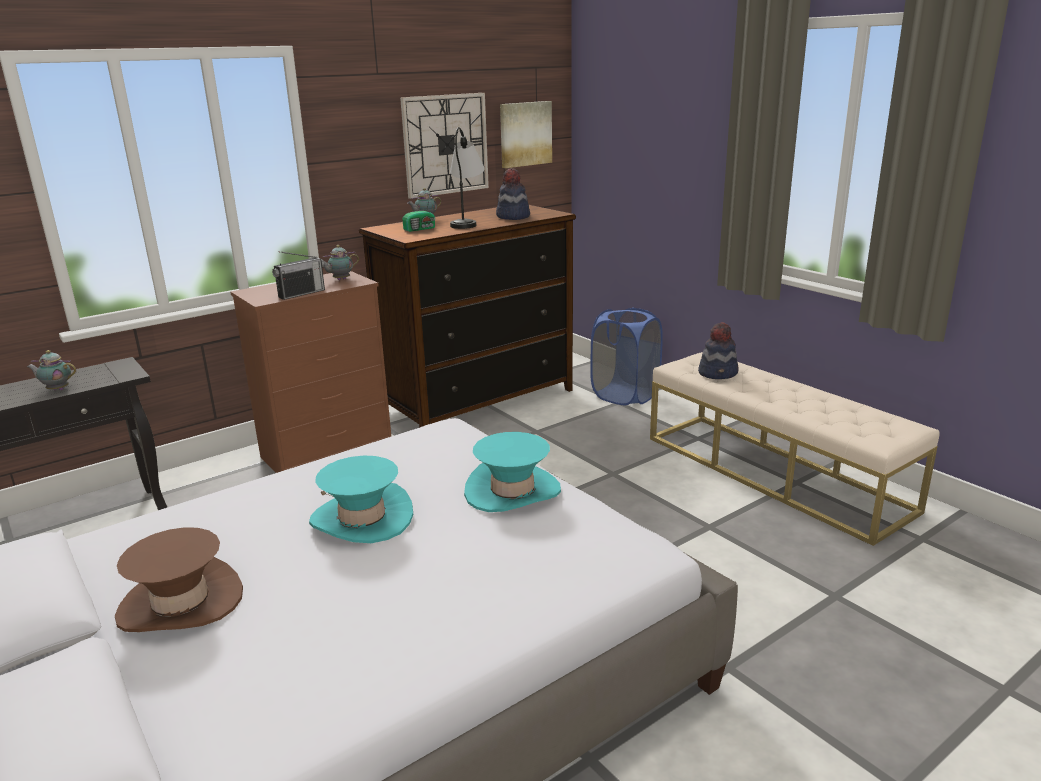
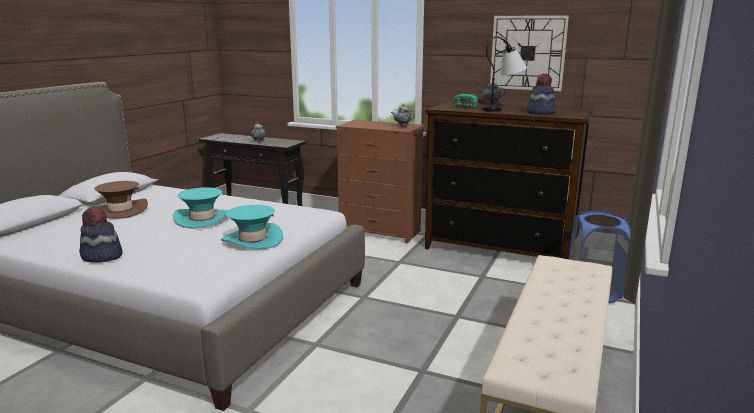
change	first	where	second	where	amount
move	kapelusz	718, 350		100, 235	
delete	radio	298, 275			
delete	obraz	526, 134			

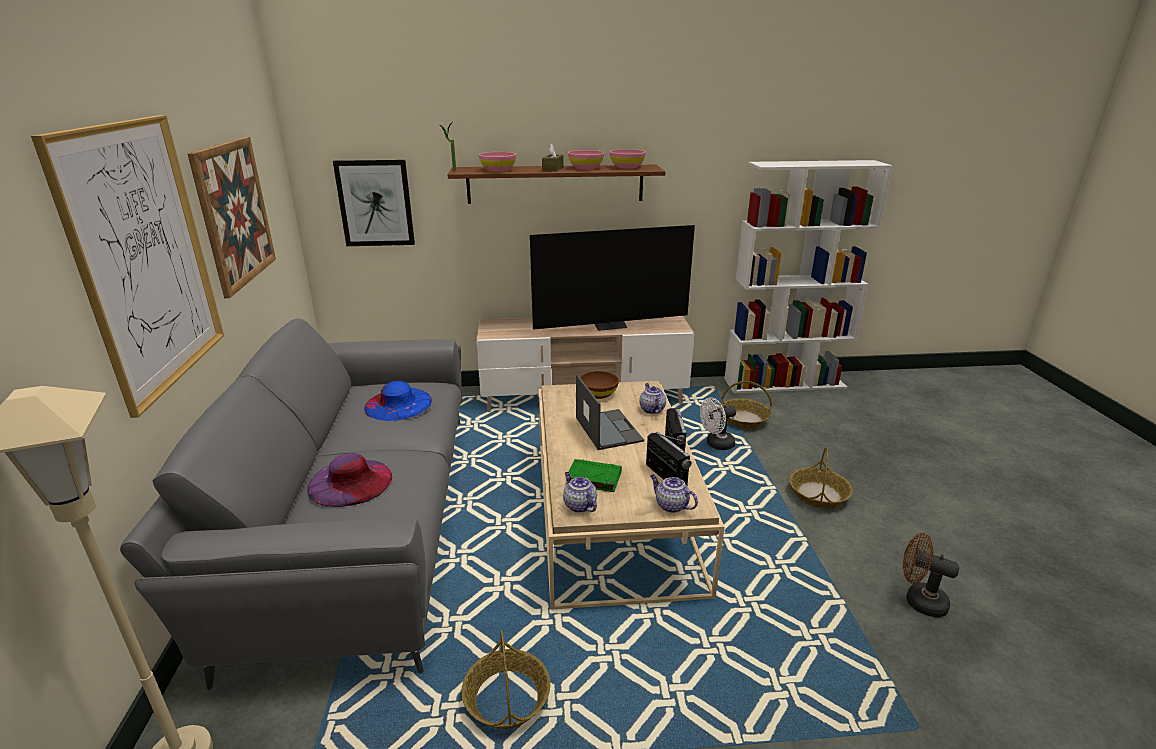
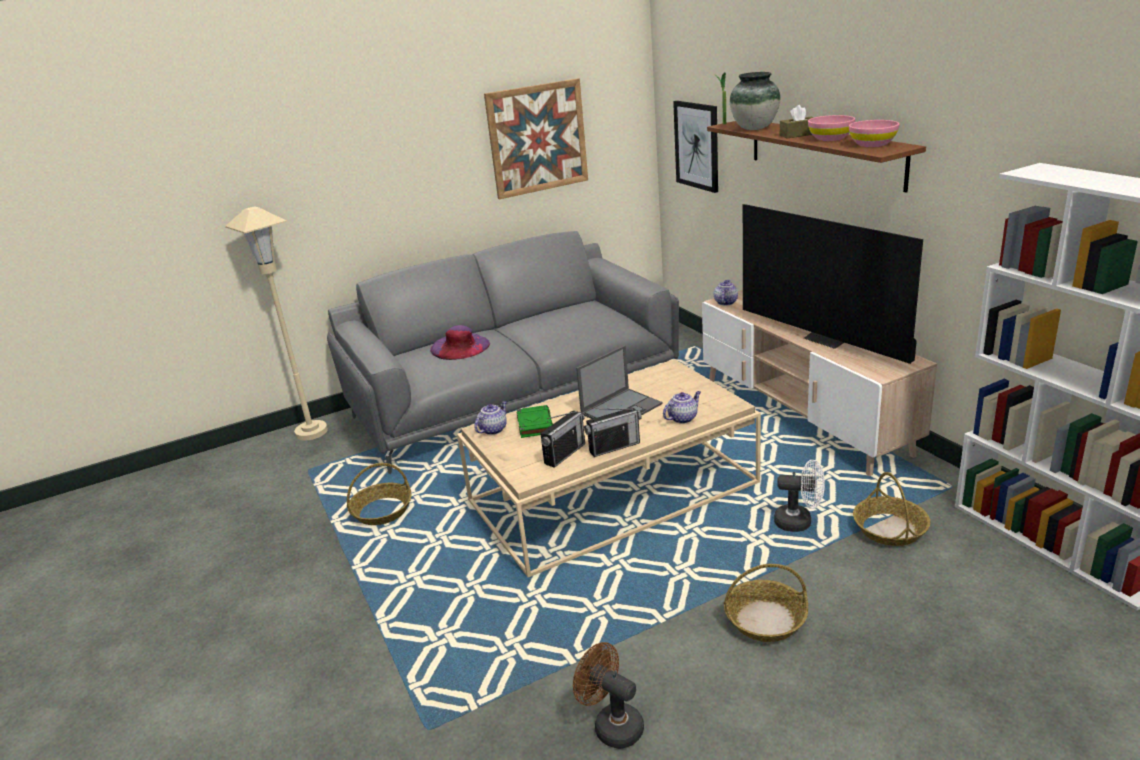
change	first	where	second	where	amount
rotate	wentylator (brązowy)	931, 575		608, 695	60 degrees counterclockwise
move	imbryk	674, 494		726, 292	
replace	miska (różowy)	497, 162	wazon	755, 101	
rotate	wentylator (biały)	718, 423		799, 496	150 degrees clockwise
delete	obraz	127, 266			
delete	kapelusz (niebieski)	398, 401			
delete	miska (brązowy)	599, 385			

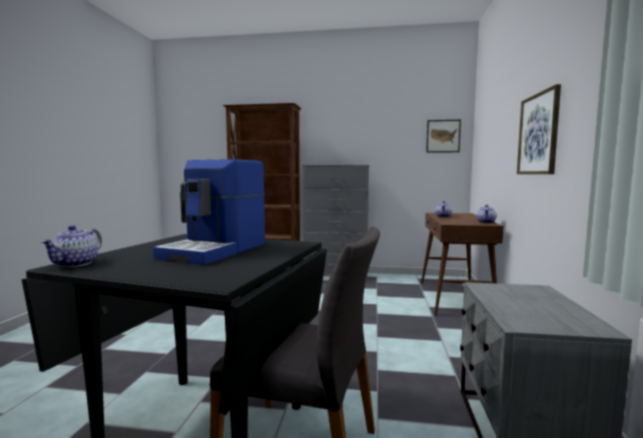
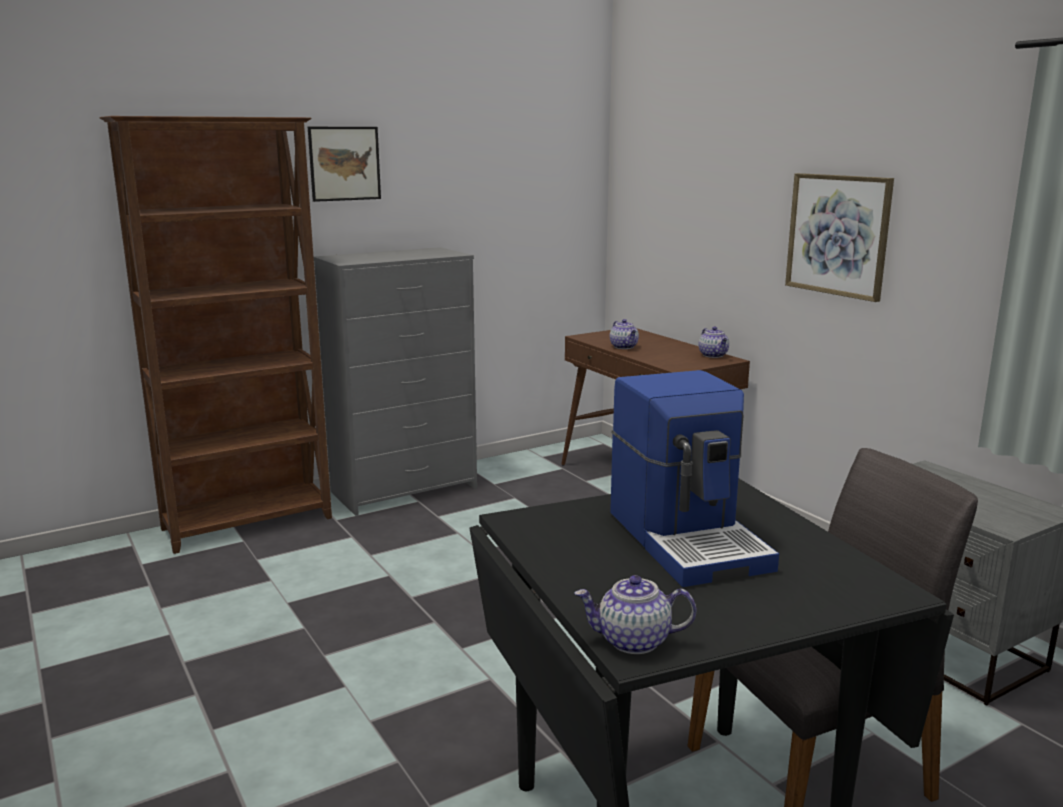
change	first	where	second	where	amount
move	obraz	443, 136		344, 164	
rotate	imbryk	71, 246		635, 614	120 degrees clockwise

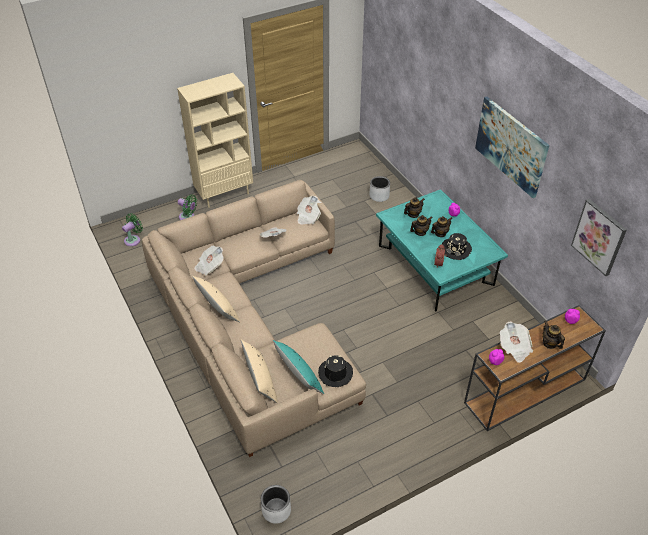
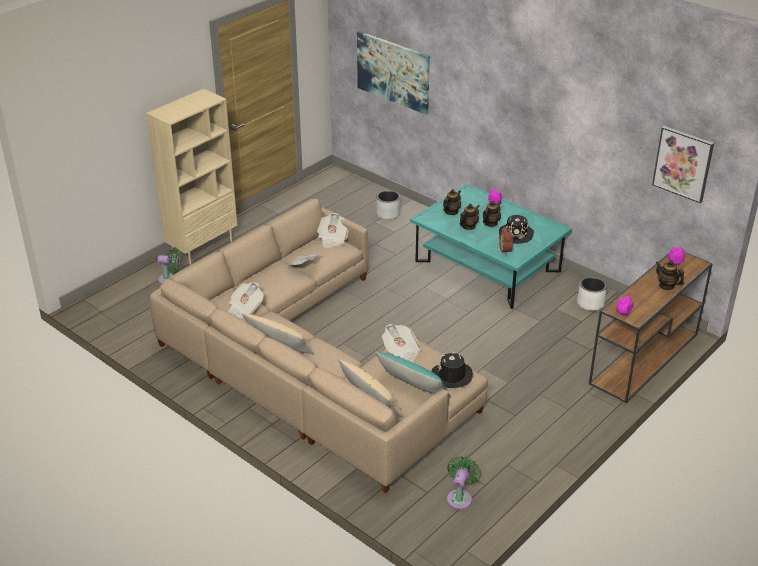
change	first	where	second	where	amount
move	obraz	512, 147		393, 73	
move	gazeta	516, 342		401, 343	
move	wentylator (zielony)	132, 230		464, 483	
move	donica (biały)	276, 504		592, 293	

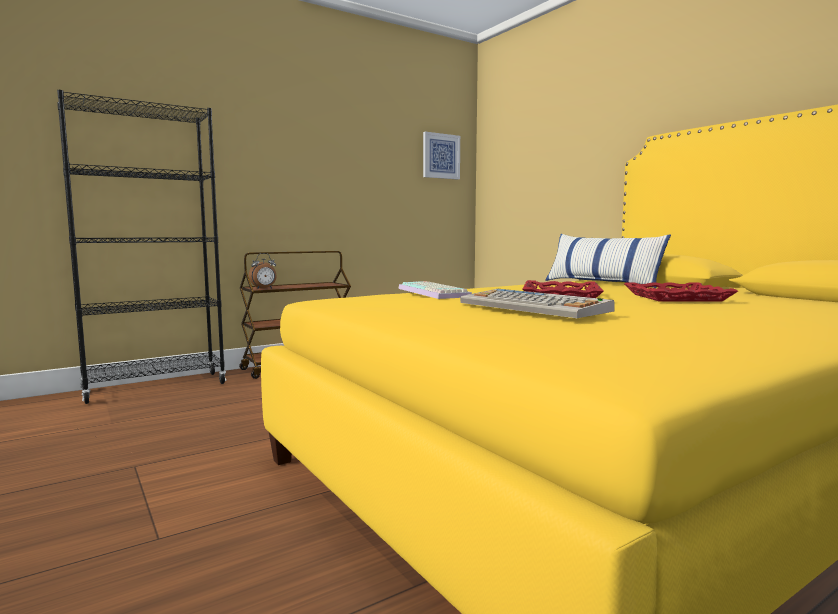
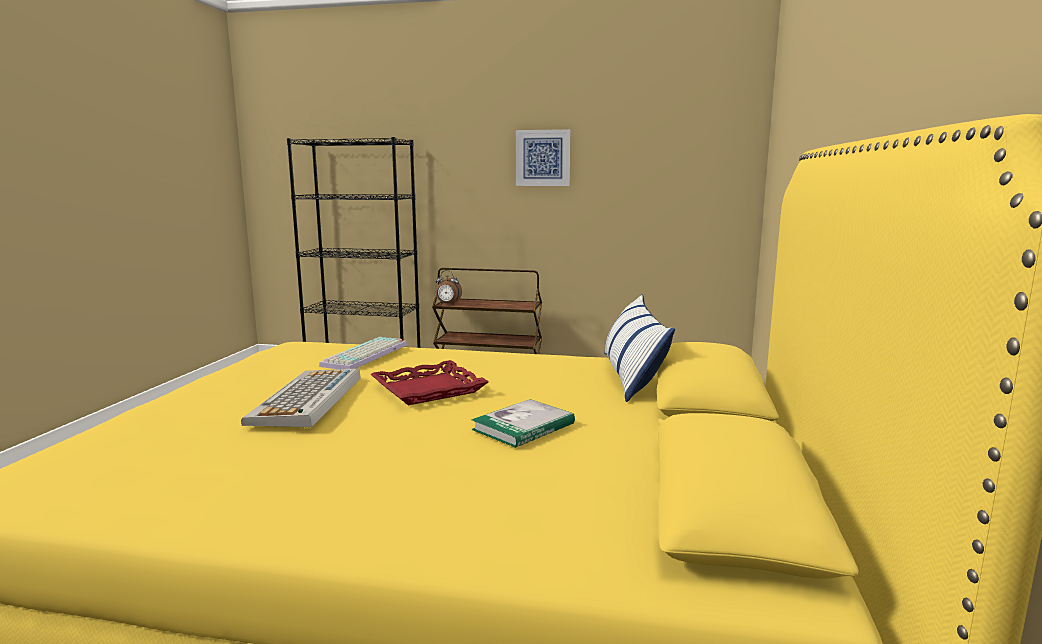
change	first	where	second	where	amount
replace	taca (czerwony)	681, 291	książka	523, 423	
move	obraz	441, 155		543, 157	

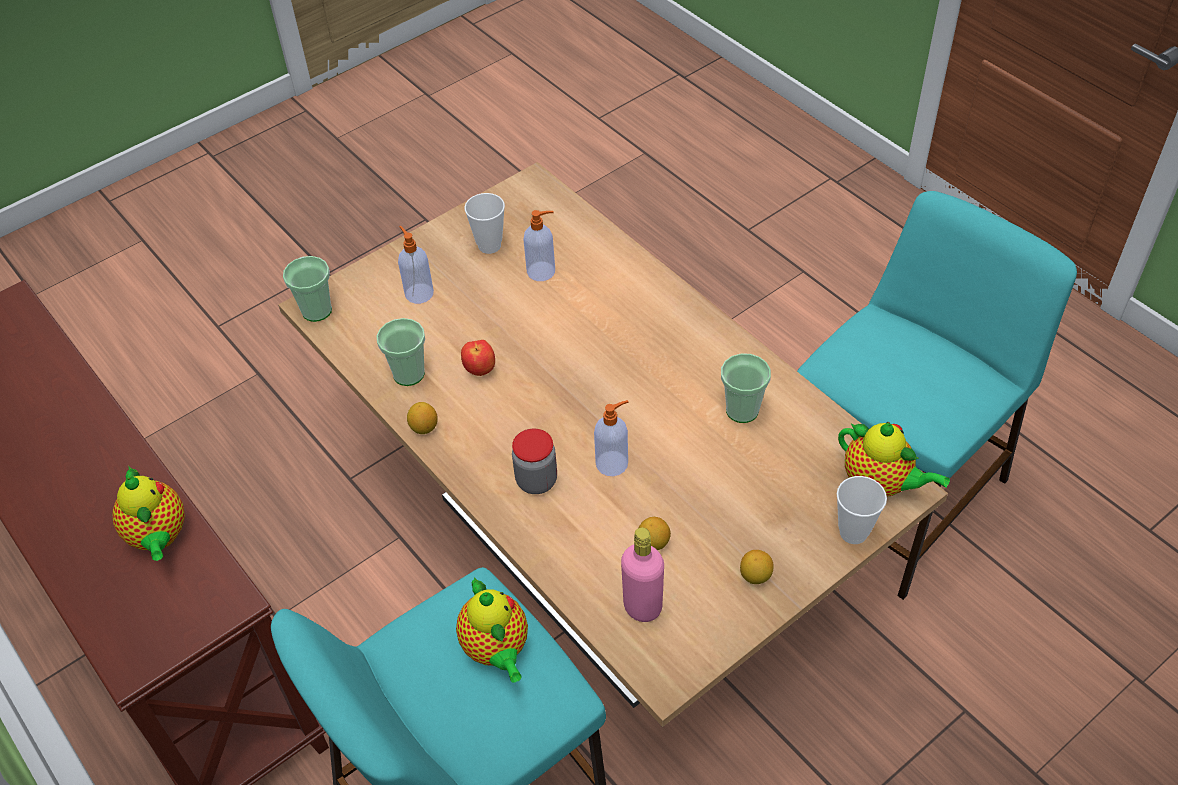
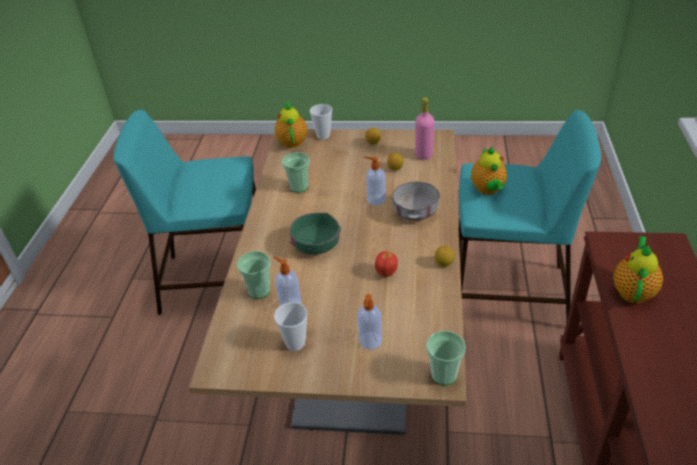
change	first	where	second	where	amount
move	filiżanka	400, 352		254, 275	
insert			miska (zielony)	315, 234	
replace	słoik	534, 461	miska (szary)	416, 201	
rotate	imbryk	492, 630		489, 171	150 degrees clockwise

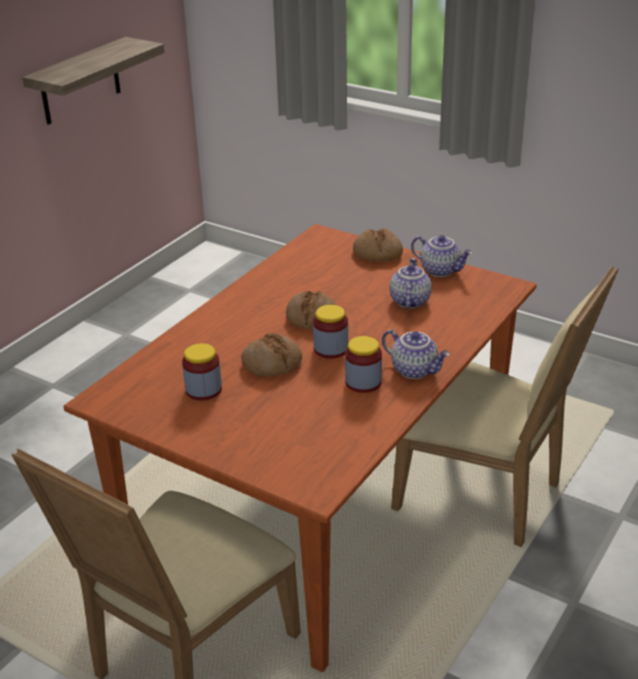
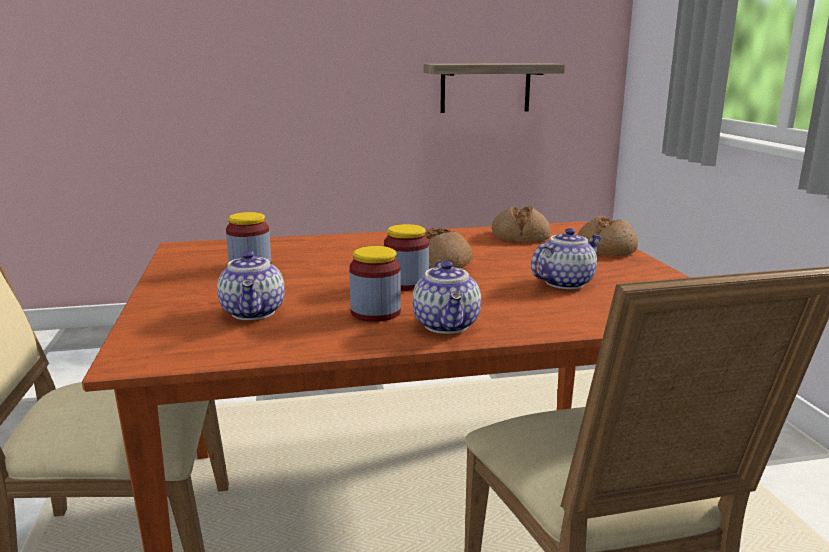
change	first	where	second	where	amount
move	imbryk	441, 256		251, 285	
move	chleb	271, 355		521, 224	

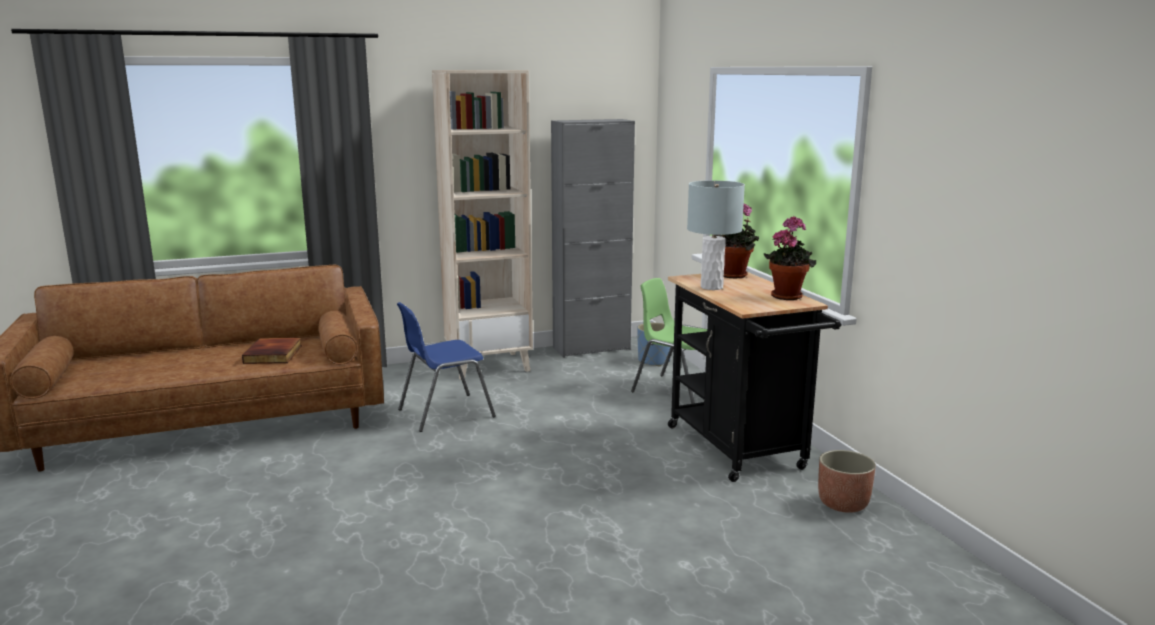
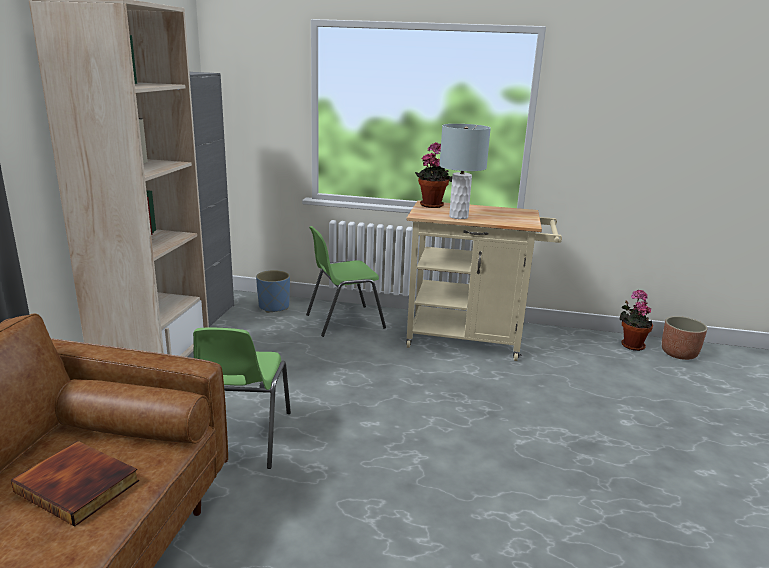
change	first	where	second	where	amount
recolor	krzesło (niebieski)	446, 367	krzesło (zielony)	242, 398	
recolor	wózek (czarny)	754, 377	wózek (beżowy)	484, 280	
move	roślina doniczkowa	790, 258		636, 320	
move	donica	847, 481		685, 338	

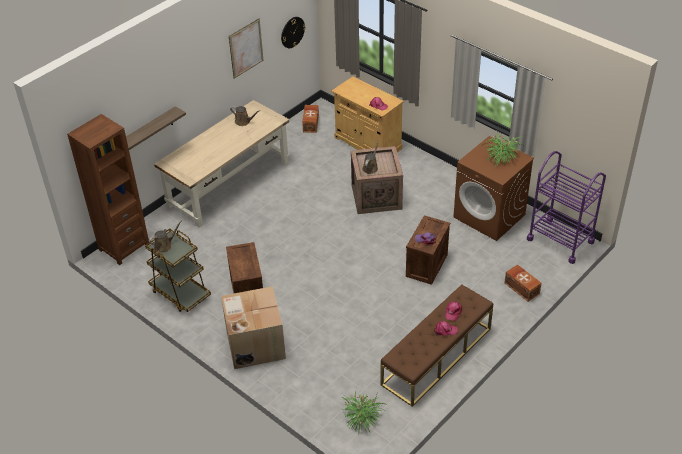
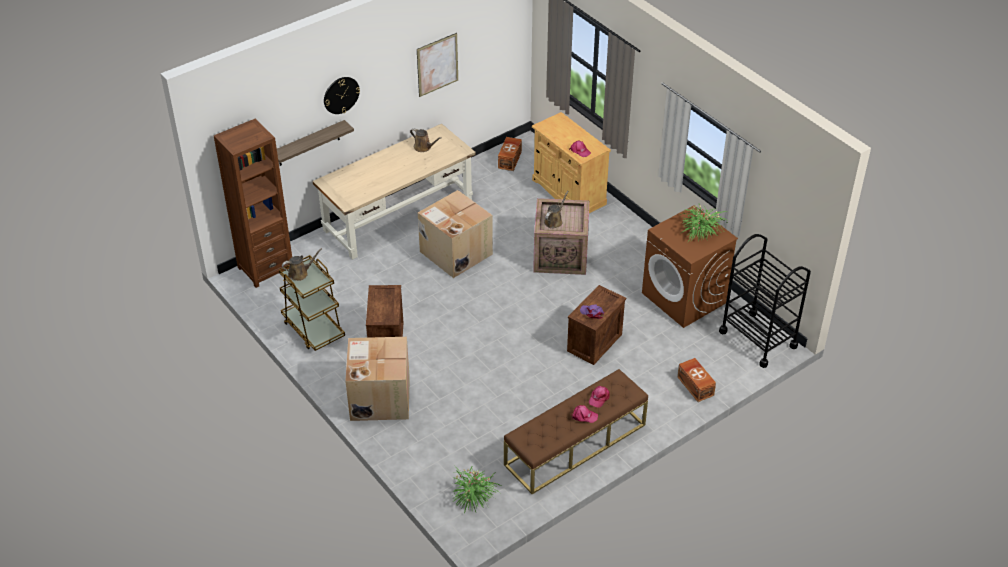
change	first	where	second	where	amount
move	zegar ścienny	293, 32		342, 95	
insert			karton	455, 234	
recolor	wózek (fioletowy)	566, 207	wózek (czarny)	765, 301	

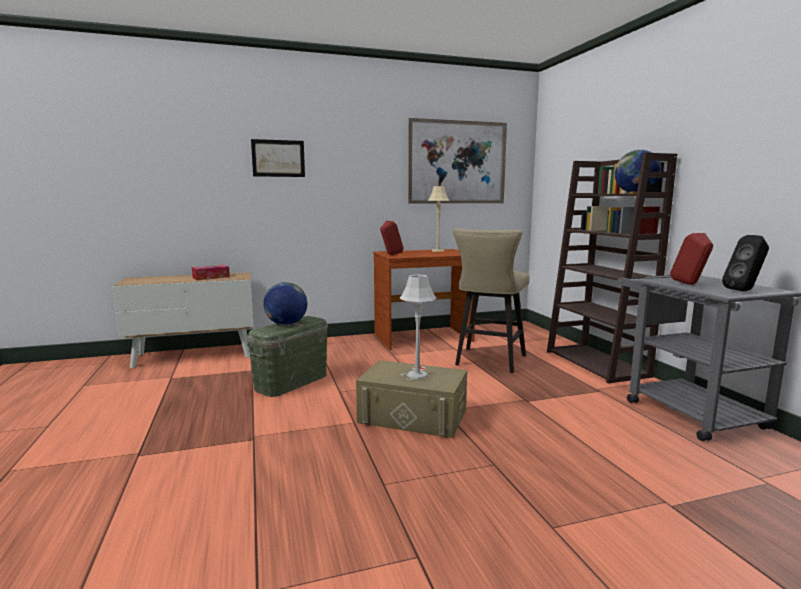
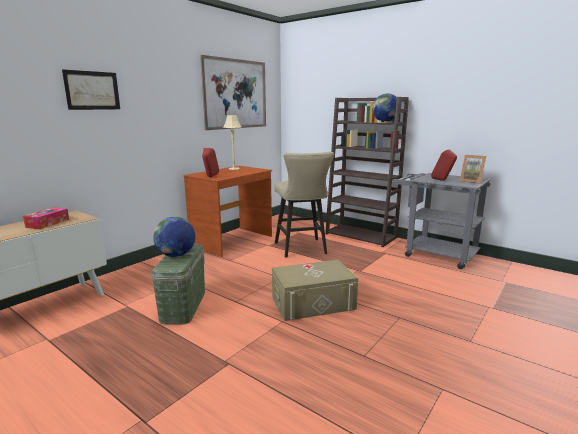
change	first	where	second	where	amount
replace	głośnik (czarny)	745, 263	ramka na zdjęcie	473, 169	
delete	lampa stołowa (szary)	418, 327			

